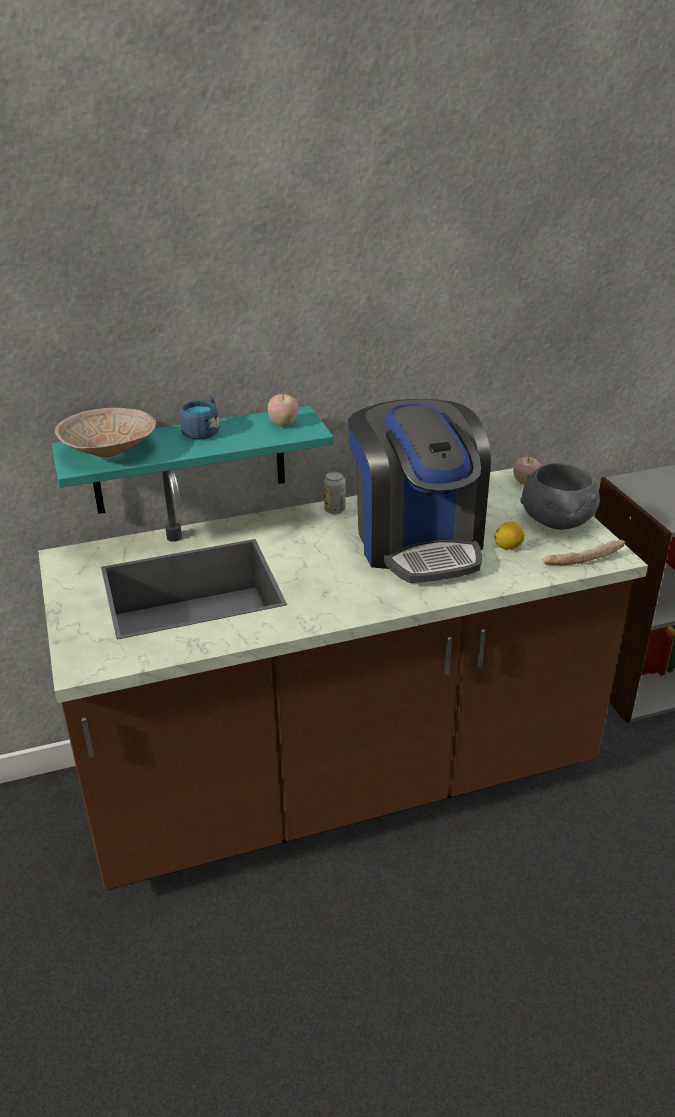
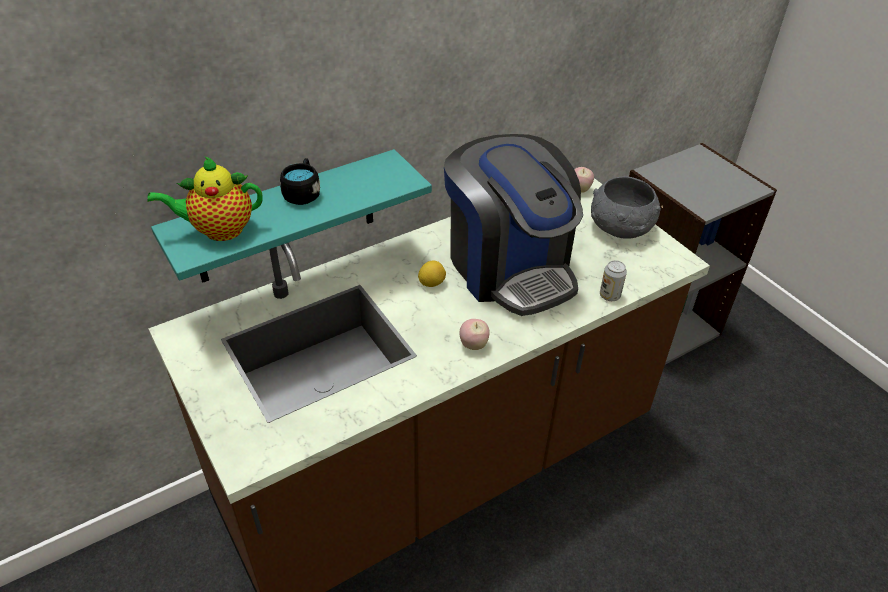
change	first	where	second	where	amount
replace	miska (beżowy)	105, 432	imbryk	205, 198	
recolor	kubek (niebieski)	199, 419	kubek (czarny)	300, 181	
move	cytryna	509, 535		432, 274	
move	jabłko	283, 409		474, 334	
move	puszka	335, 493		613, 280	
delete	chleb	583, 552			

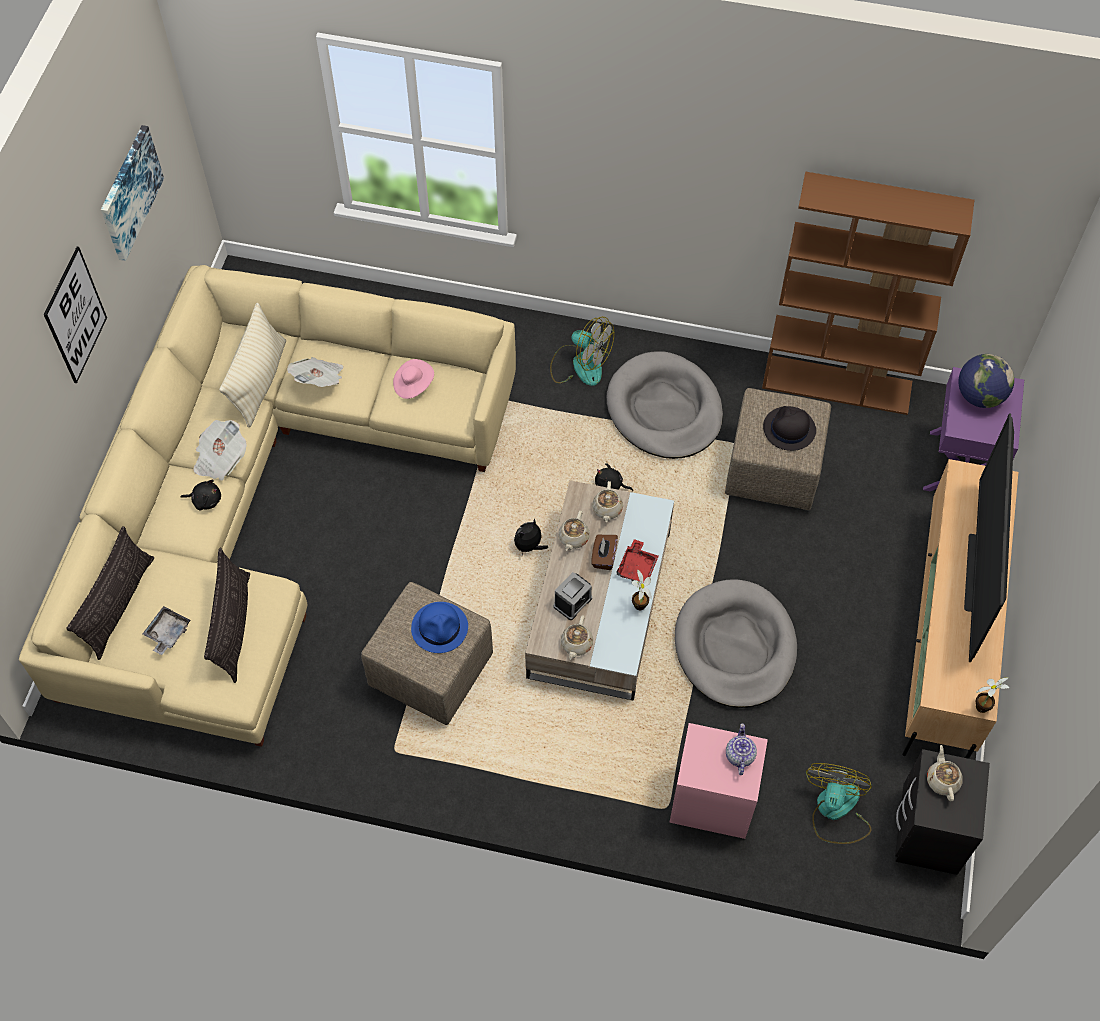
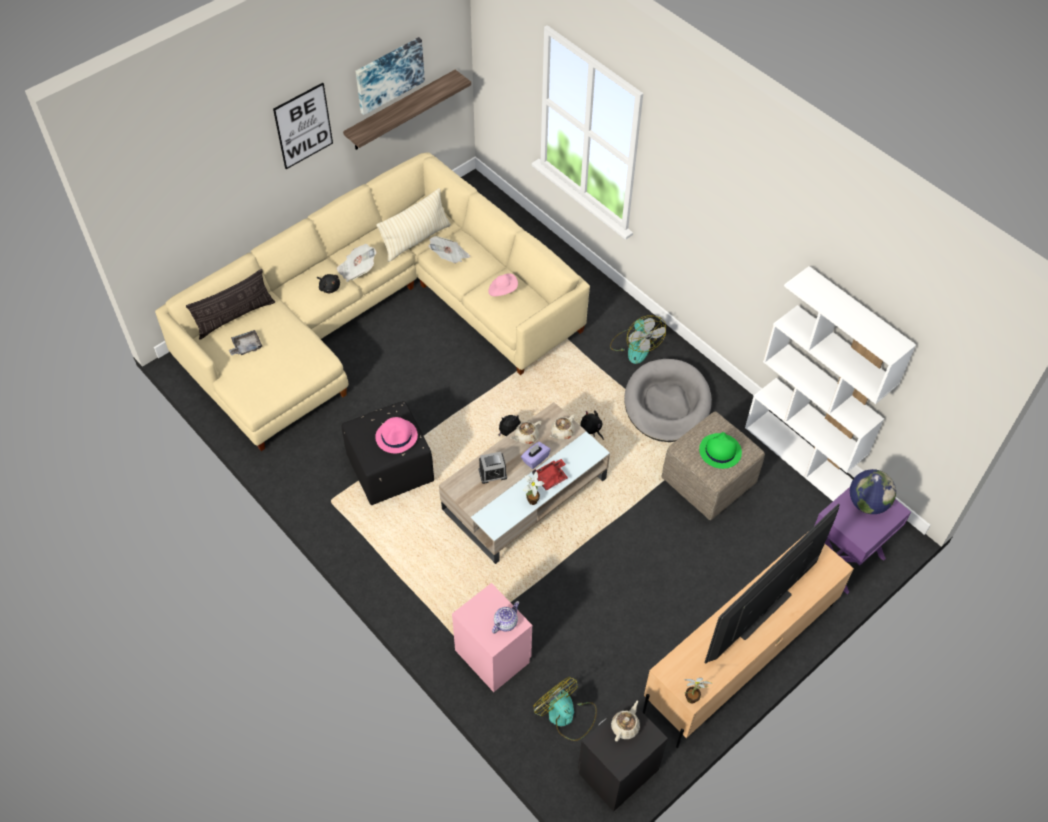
change	first	where	second	where	amount
recolor	pufa (beżowy)	427, 653	pufa (czarny)	388, 453	
insert			półka	407, 109	
recolor	kapelusz (niebieski)	439, 627	kapelusz (różowy)	396, 435	
recolor	pudełko chusteczek (brązowy)	604, 552	pudełko chusteczek (fioletowy)	535, 455	
rotate	wentylator	839, 803		565, 709	90 degrees counterclockwise
recolor	kapelusz (czarny)	789, 428	kapelusz (zielony)	720, 450	
recolor	regał (brązowy)	868, 293	regał (biały)	830, 383	
delete	poduszka	227, 615			
delete	imbryk (beżowy)	577, 637			
delete	legowisko (szary)	736, 643			

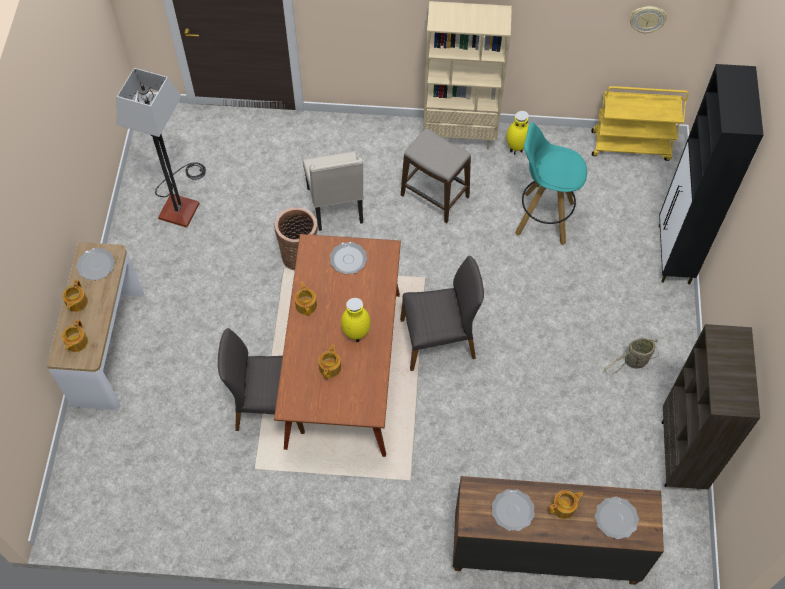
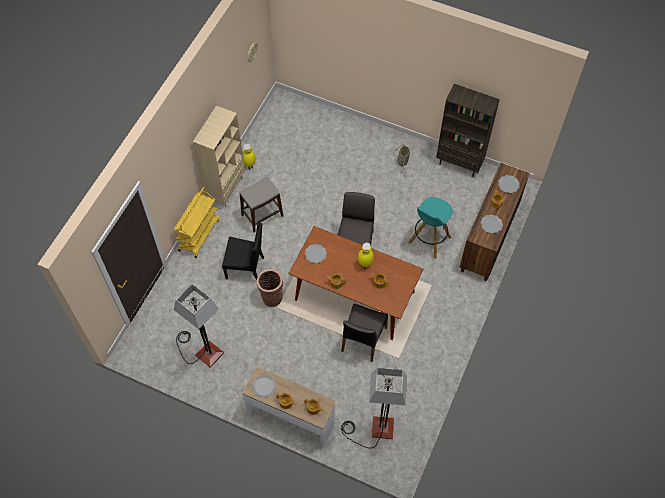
change	first	where	second	where	amount
move	wózek (żółty)	640, 123		197, 222	
recolor	krzesło (beżowy)	333, 191	krzesło (czarny)	243, 251	
insert			lampa stojąca	374, 408	
move	stołek (turkusowy)	551, 183		430, 227	
delete	szafka (czarny)	711, 174			

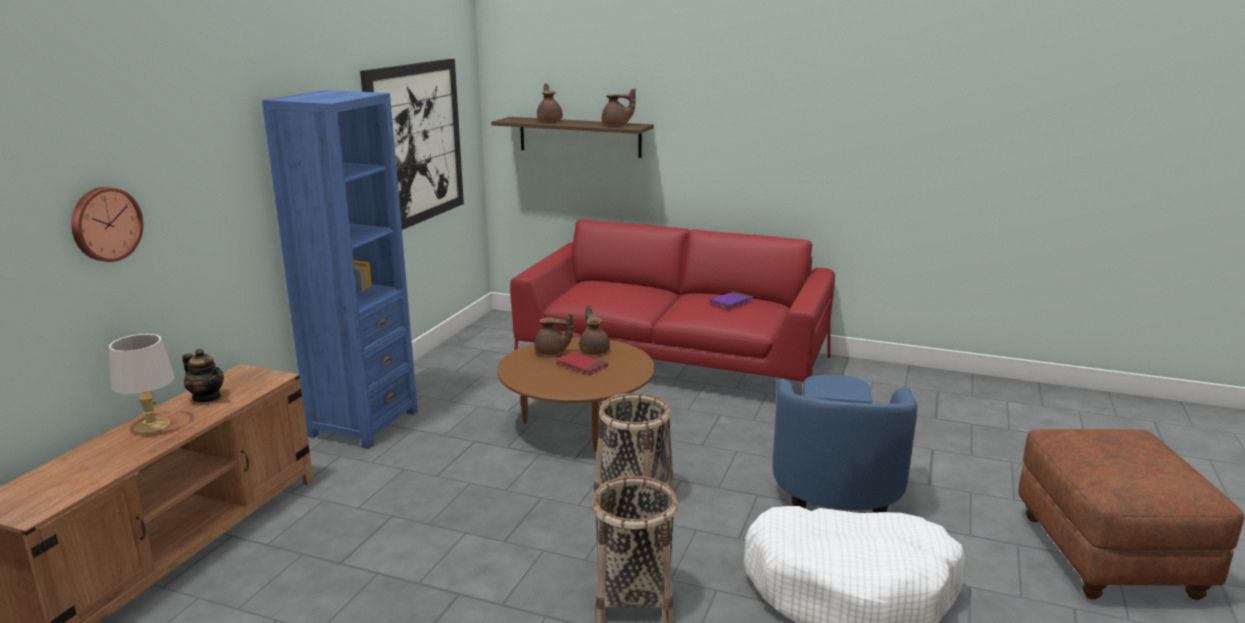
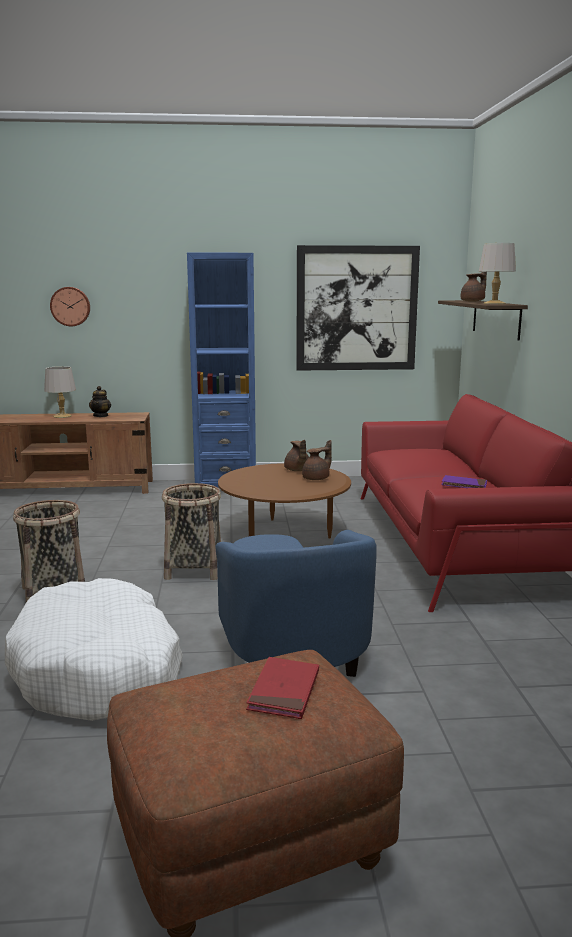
change	first	where	second	where	amount
rotate	fotel (niebieski)	845, 444		295, 603	90 degrees counterclockwise
move	książka (czerwony)	582, 363		282, 688	
replace	imbryk (brązowy)	619, 107	lampa stołowa (szary)	497, 273	

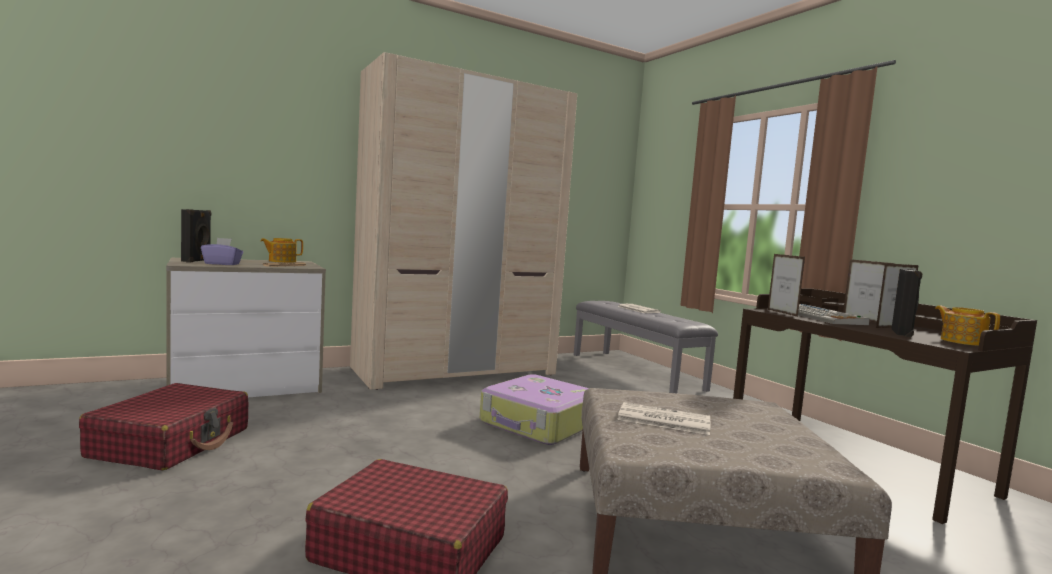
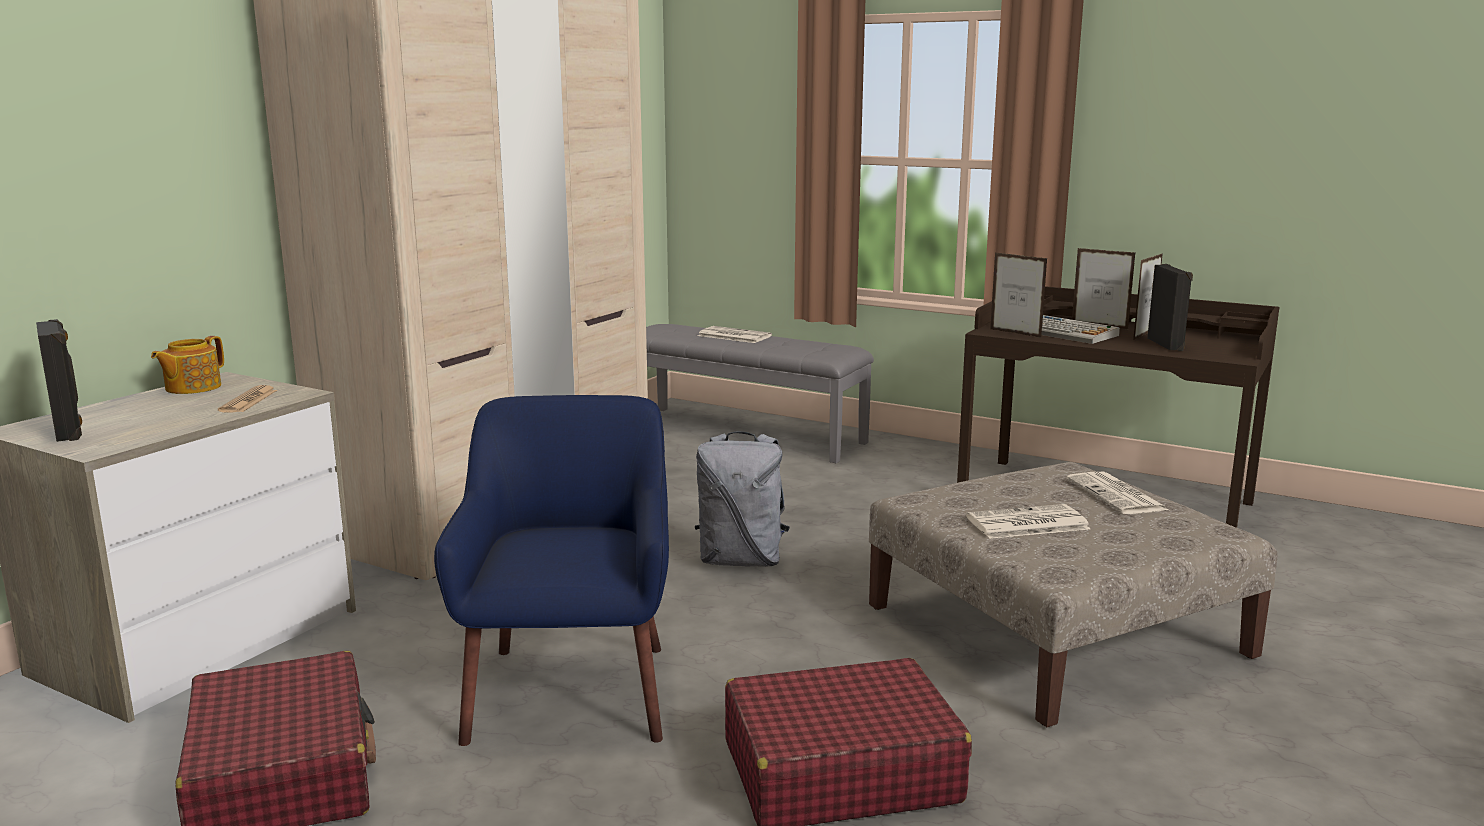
change	first	where	second	where	amount
insert			fotel (niebieski)	551, 570	
replace	walizka	534, 409	plecak (szary)	742, 499	
insert			gazeta	1117, 493	
delete	pudełko chusteczek (fioletowy)	222, 251			
delete	imbryk	967, 326			

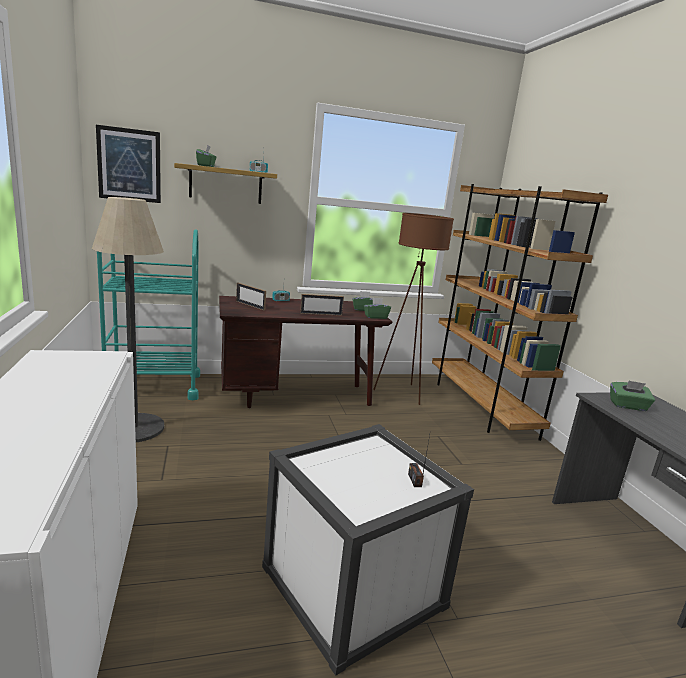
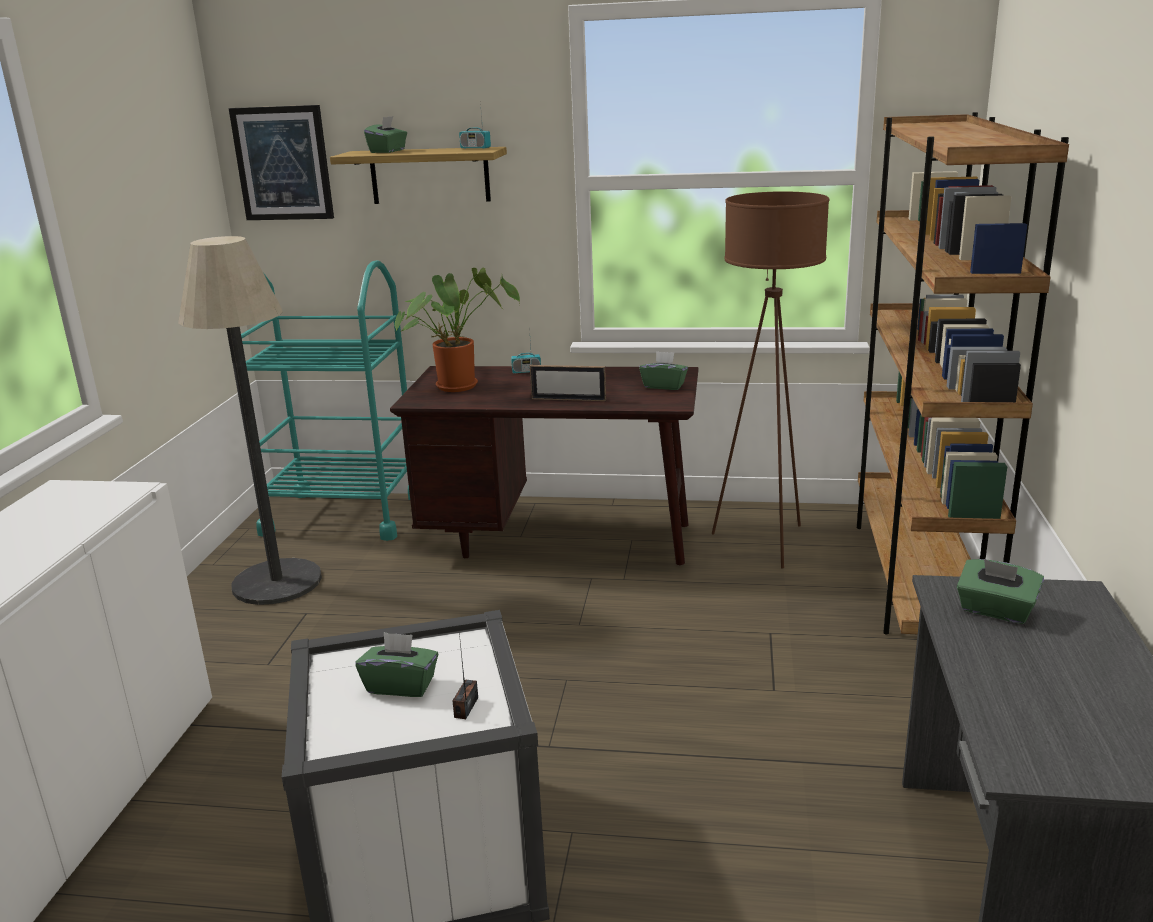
change	first	where	second	where	amount
move	pudełko chusteczek (zielony)	377, 308		397, 664	
replace	ramka na zdjęcie	251, 297	roślina doniczkowa	457, 330	

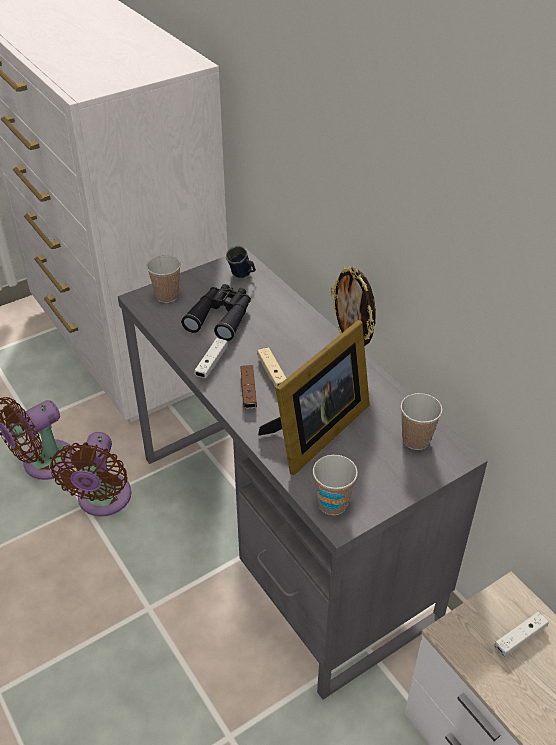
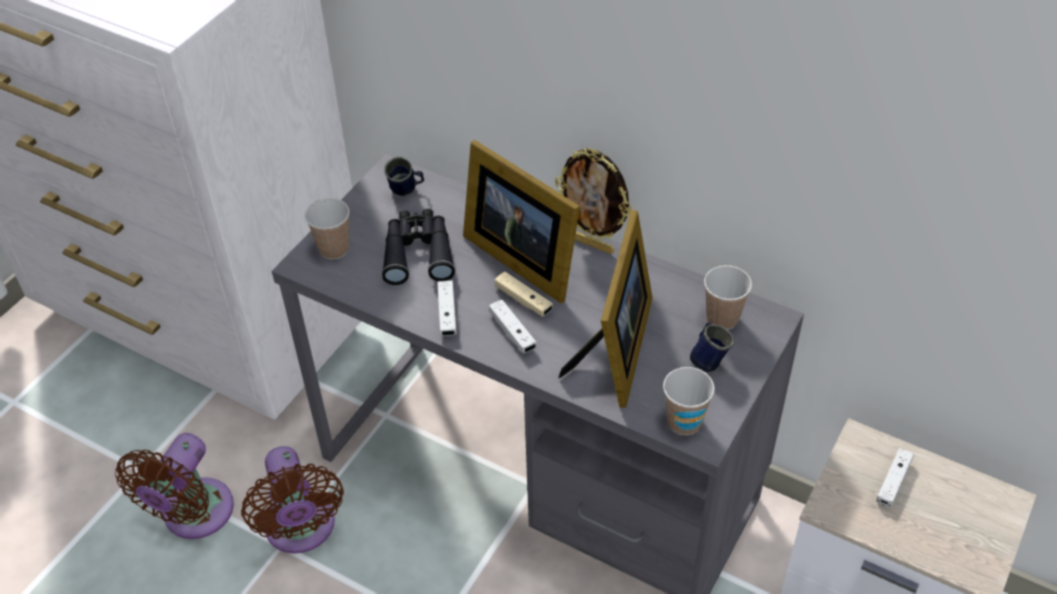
change	first	where	second	where	amount
insert			ramka na zdjęcie	521, 221	
recolor	pad do gier (brązowy)	249, 387	pad do gier (biały)	513, 326	
insert			kubek (niebieski)	712, 347	

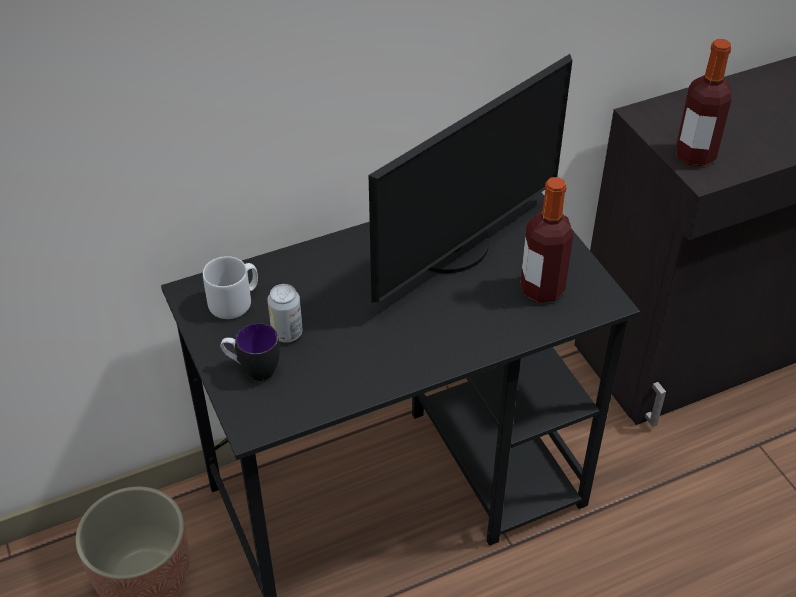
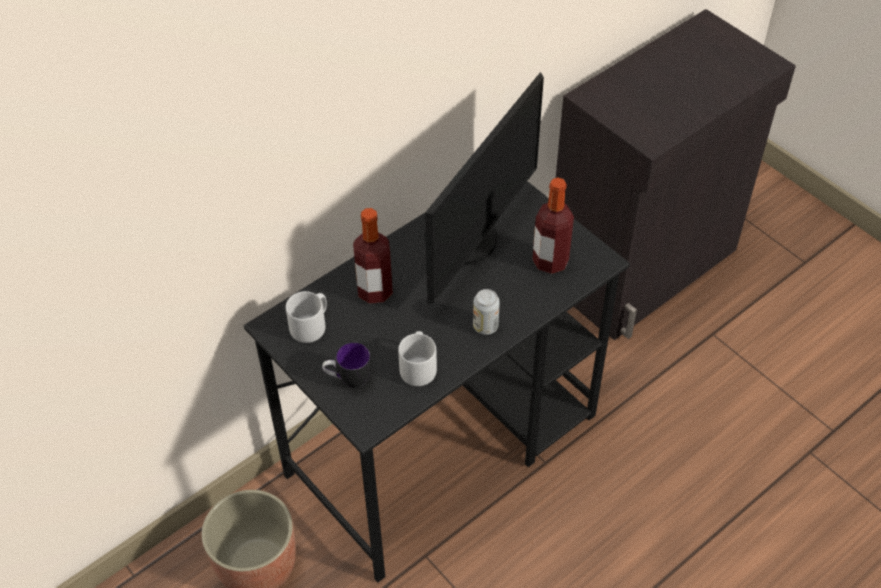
change	first	where	second	where	amount
move	butelka	704, 102		373, 256	
insert			kubek (szary)	417, 358	
move	puszka	285, 313		486, 312	

